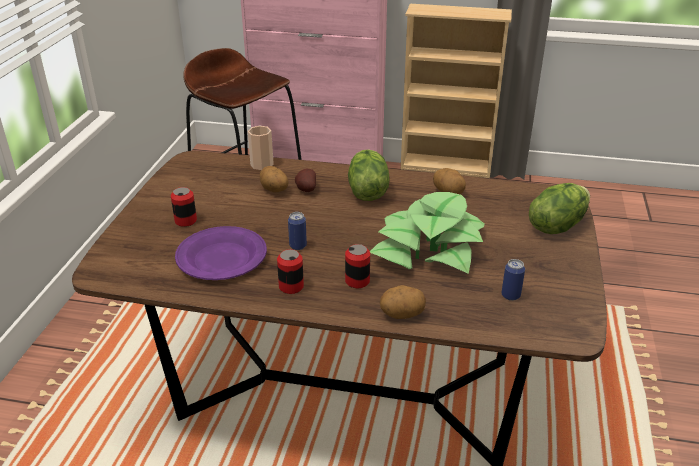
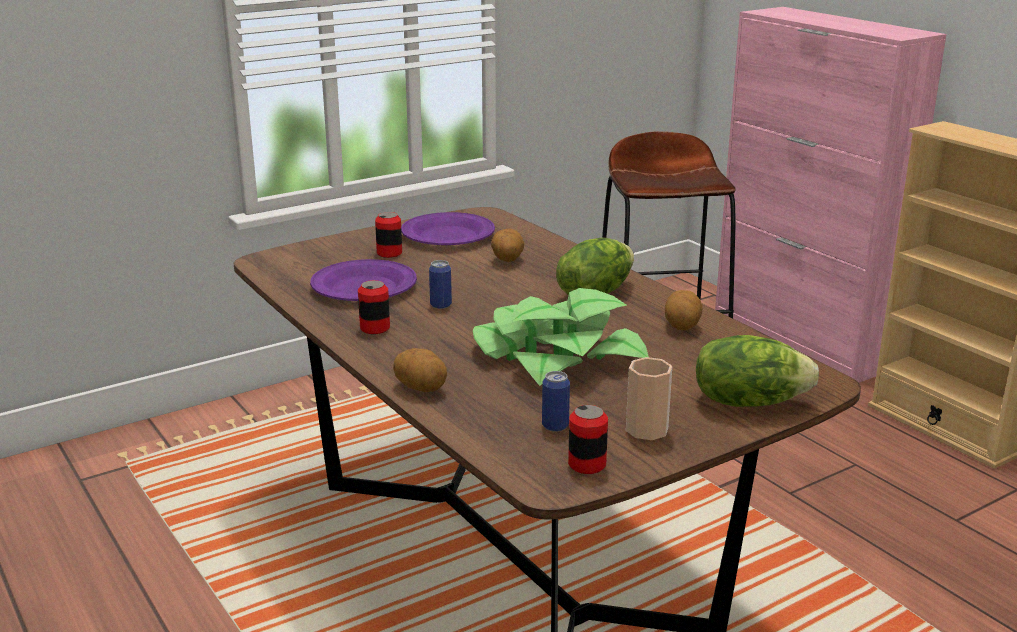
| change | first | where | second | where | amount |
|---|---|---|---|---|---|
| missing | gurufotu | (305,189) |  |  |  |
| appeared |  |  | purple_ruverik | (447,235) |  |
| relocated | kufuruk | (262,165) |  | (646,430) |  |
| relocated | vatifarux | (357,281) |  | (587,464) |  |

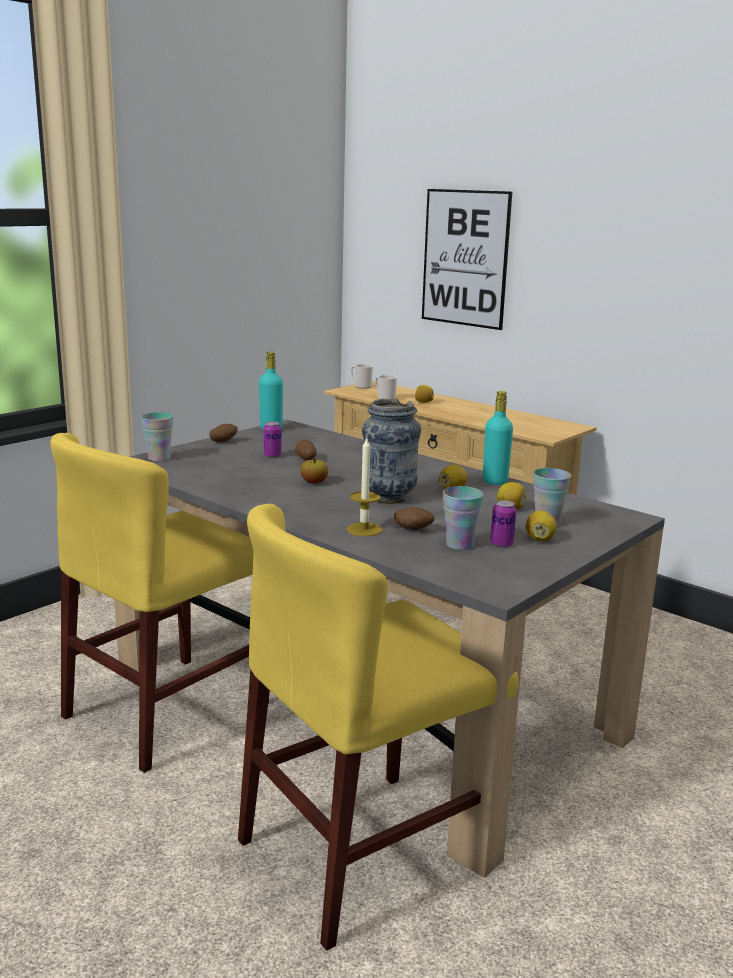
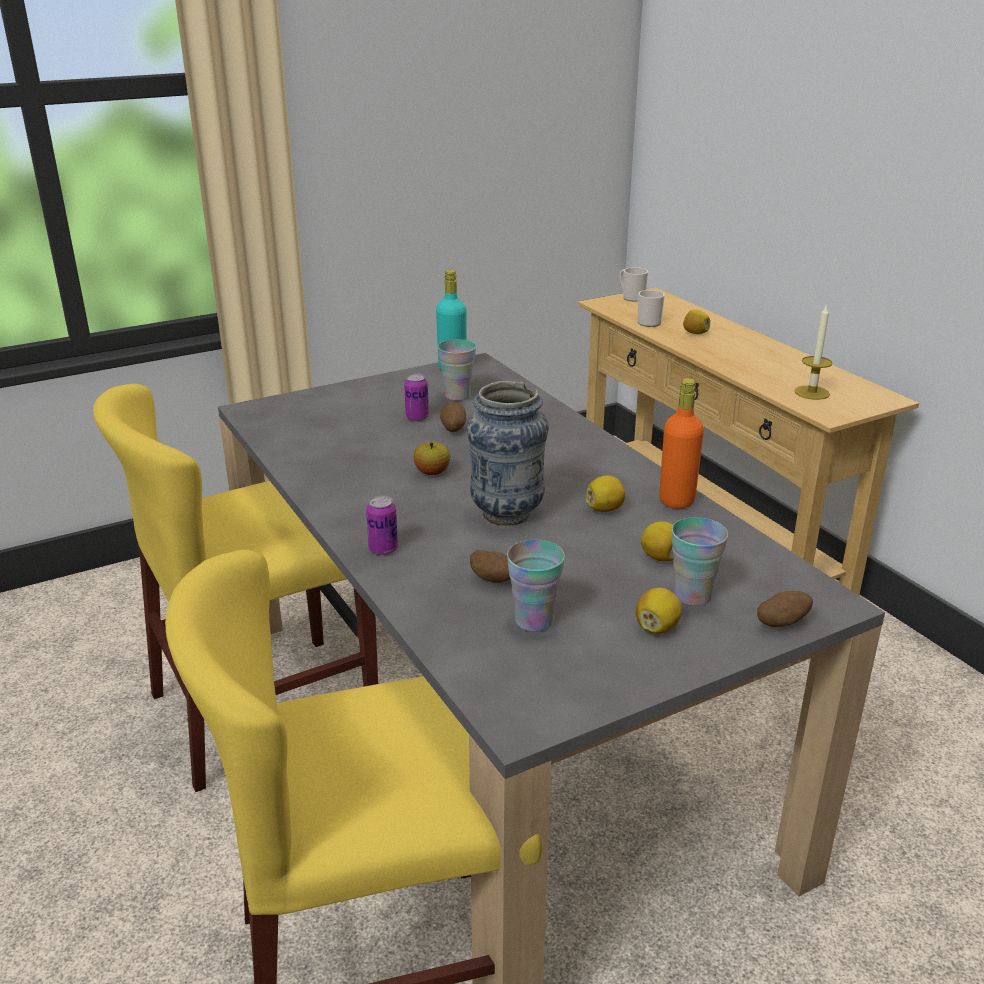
| change | first | where | second | where | amount |
|---|---|---|---|---|---|
| missing | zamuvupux | (465,258) |  |  |  |
| relocated | kufuruk | (159,458) |  | (457,395) |  |
| relocated | gurufotu | (223,442) |  | (781,623) |  |
| relocated | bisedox | (364,529) |  | (812,392) |  |
| relocated | vatifarux | (501,544) |  | (383,549) |  |
| colour | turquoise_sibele | (495,481) | orange_sibele | (676,501) |  |

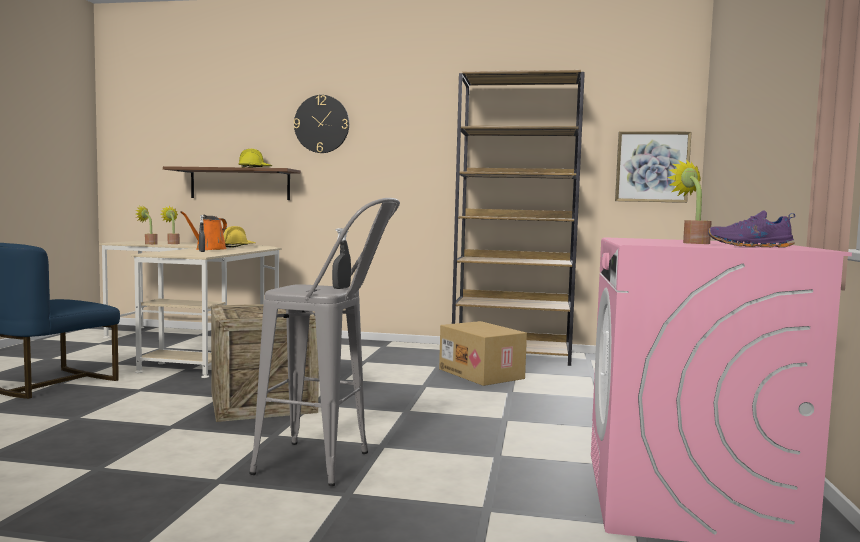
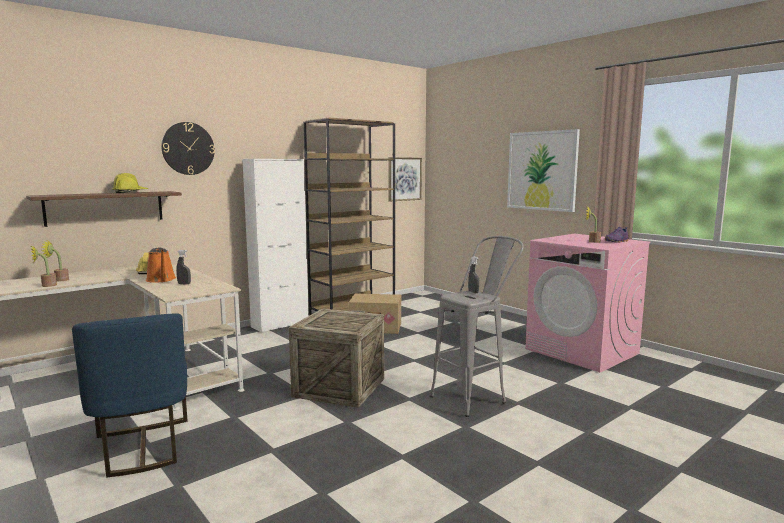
| change | first | where | second | where | amount |
|---|---|---|---|---|---|
| appeared |  |  | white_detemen | (280,324) |  |
| appeared |  |  | zamuvupux | (542,170) |  |

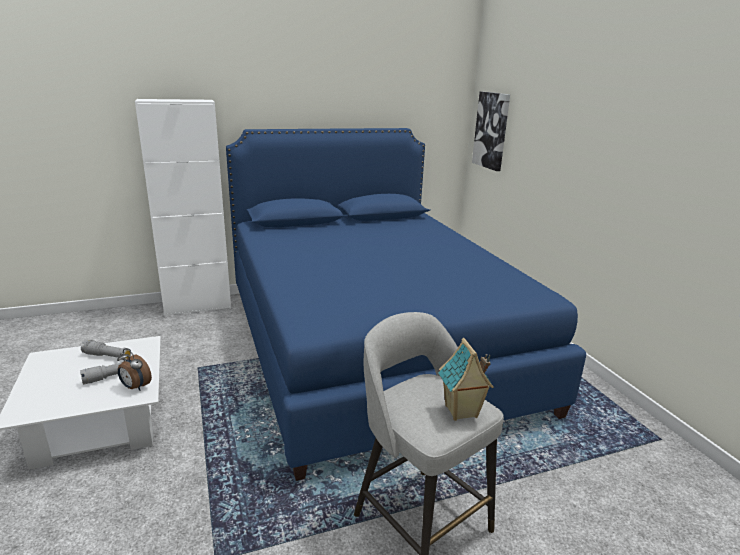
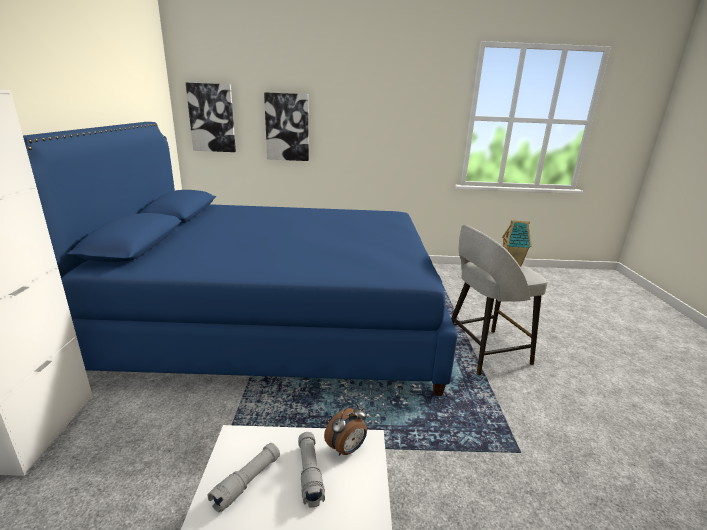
| change | first | where | second | where | amount |
|---|---|---|---|---|---|
| appeared |  |  | zamuvupux | (287,127) |  |

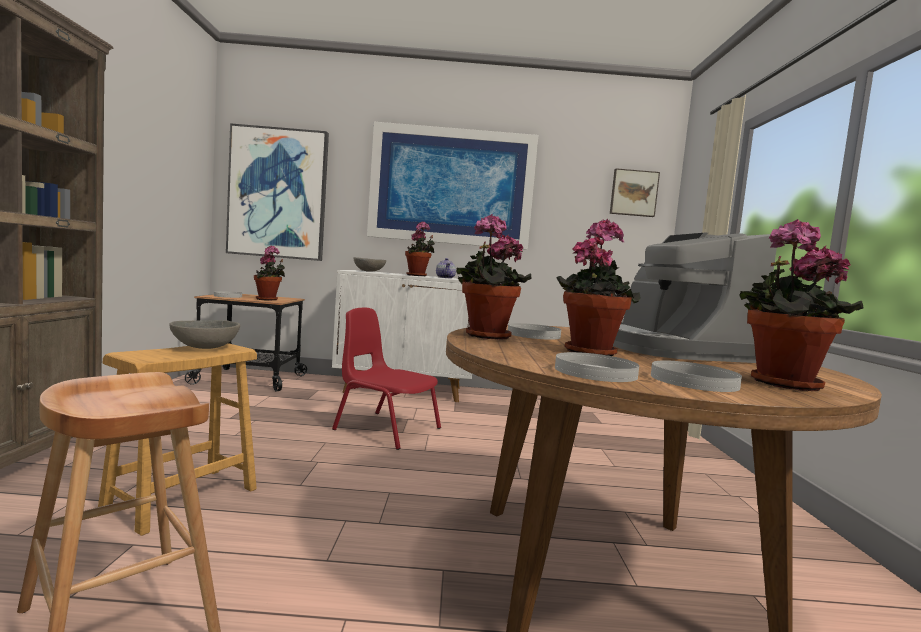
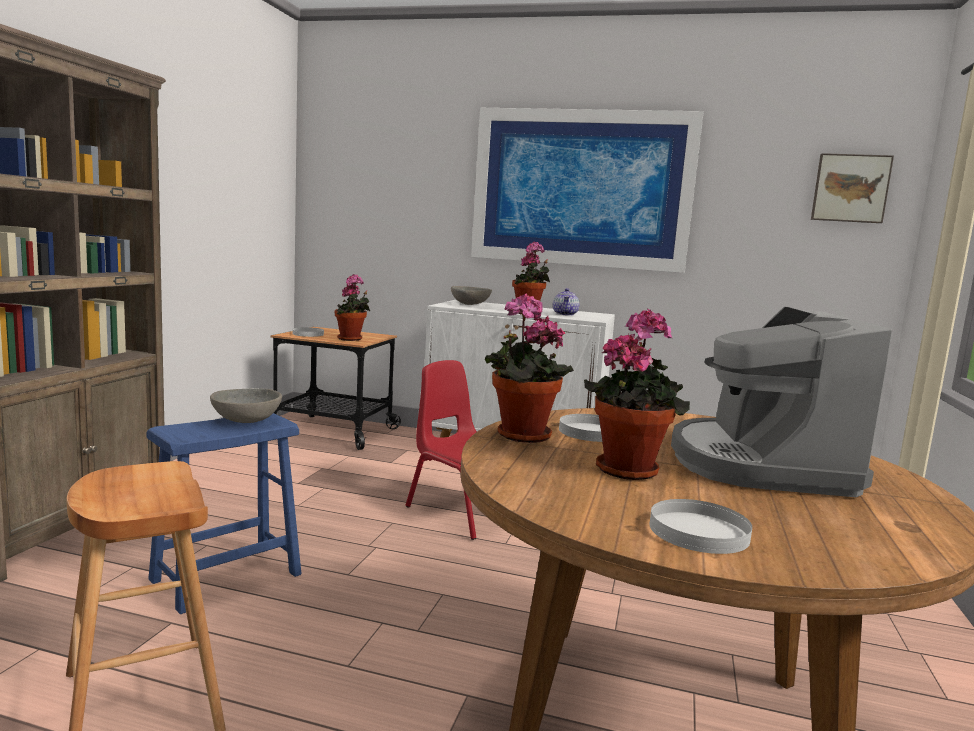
| change | first | where | second | where | amount |
|---|---|---|---|---|---|
| missing | zamuvupux | (278,194) |  |  |  |
| missing | white_ruverik | (595,372) |  |  |  |
| missing | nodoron | (779,384) |  |  |  |
| colour | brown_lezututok | (181,498) | blue_lezututok | (226,577) |  |

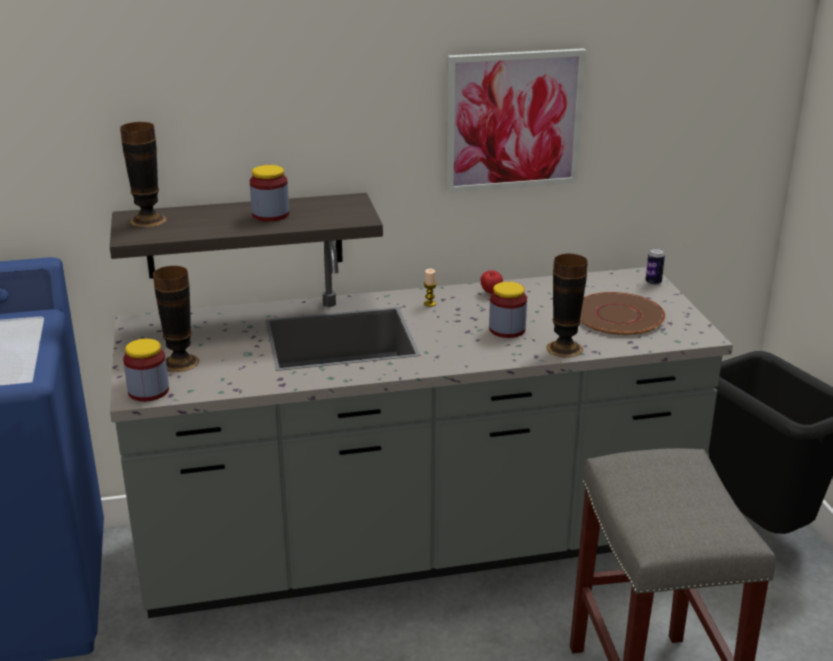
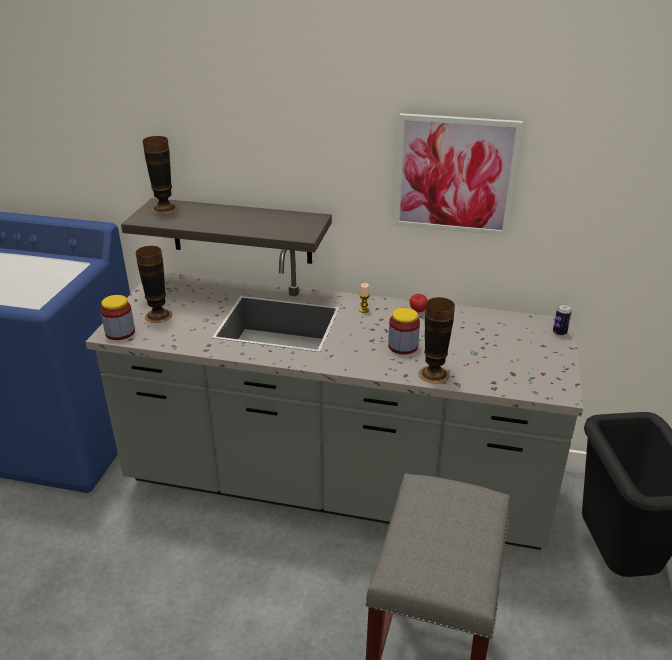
| change | first | where | second | where | amount |
|---|---|---|---|---|---|
| missing | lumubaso | (270,215) |  |  |  |
| missing | brown_ruverik | (617,316) |  |  |  |

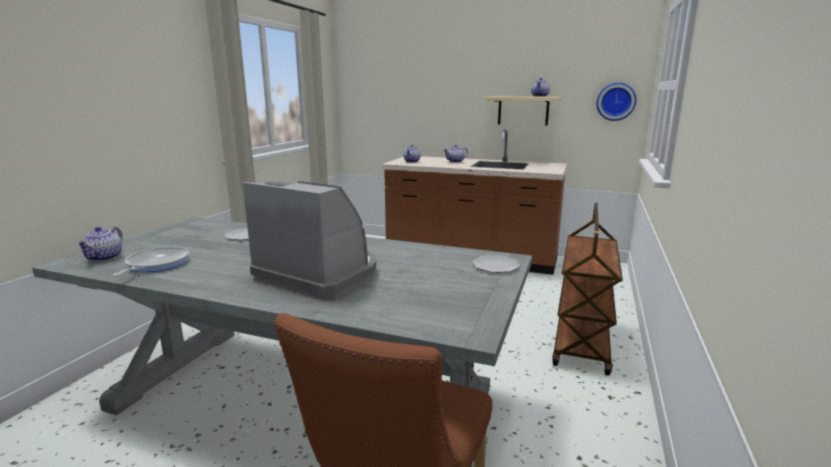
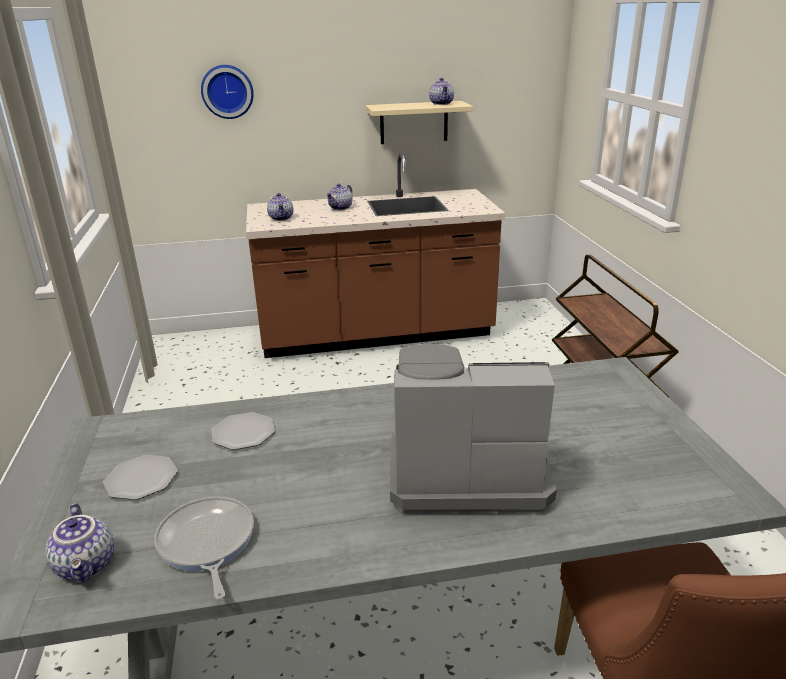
| change | first | where | second | where | amount |
|---|---|---|---|---|---|
| relocated | ruverik | (496,266) |  | (142,479) |  |
| relocated | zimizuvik | (615,101) |  | (227,91) |  |

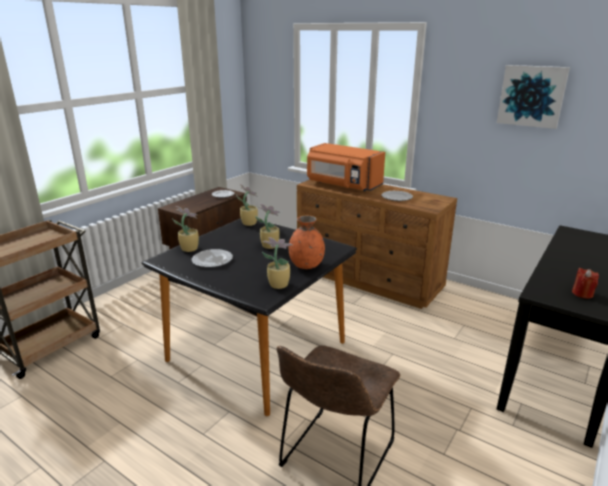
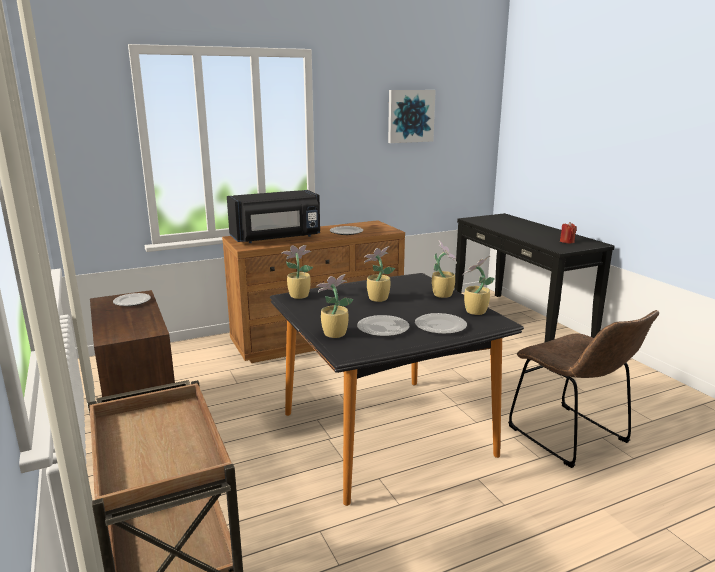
| change | first | where | second | where | amount |
|---|---|---|---|---|---|
| appeared |  |  | ruverik | (440,326) |  |
| exchanged | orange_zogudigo | (306,265) | nodoron | (443,294) |  |
| colour | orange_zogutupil | (342,185) | black_zogutupil | (277,238) |  |

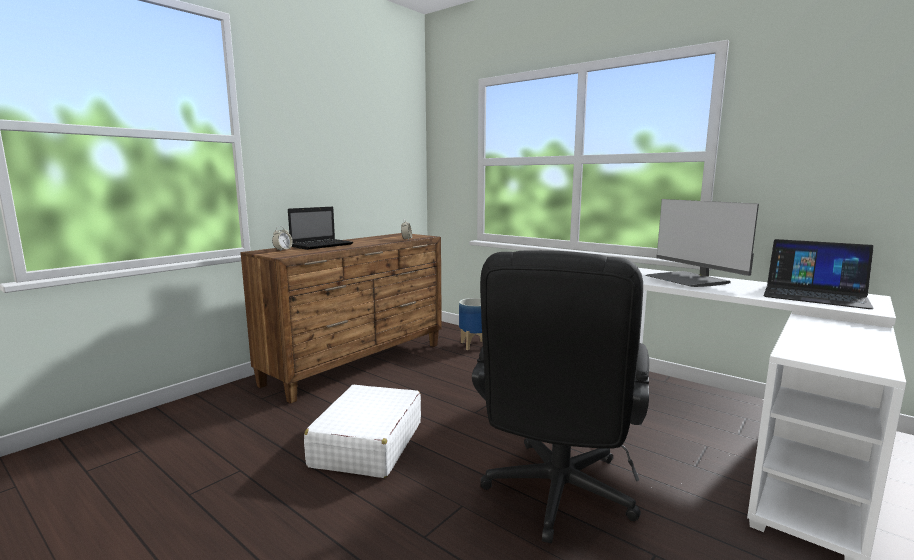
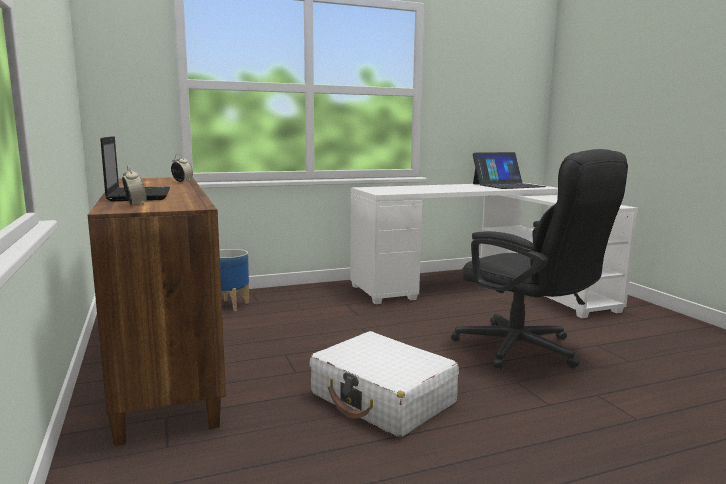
| change | first | where | second | where | amount |
|---|---|---|---|---|---|
| missing | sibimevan | (688,280) |  |  |  |

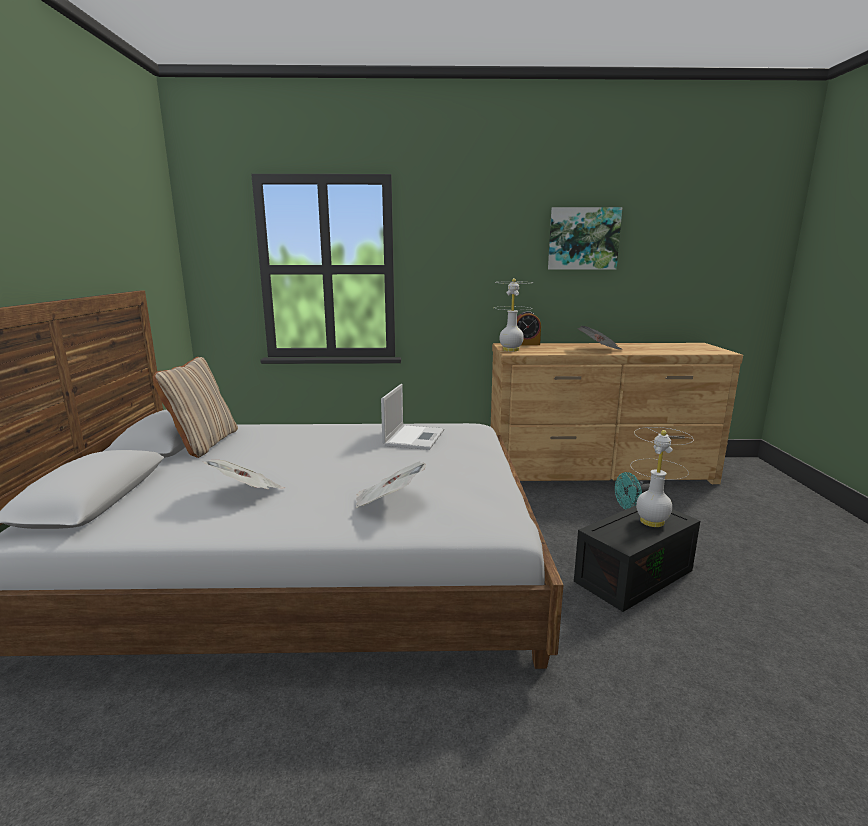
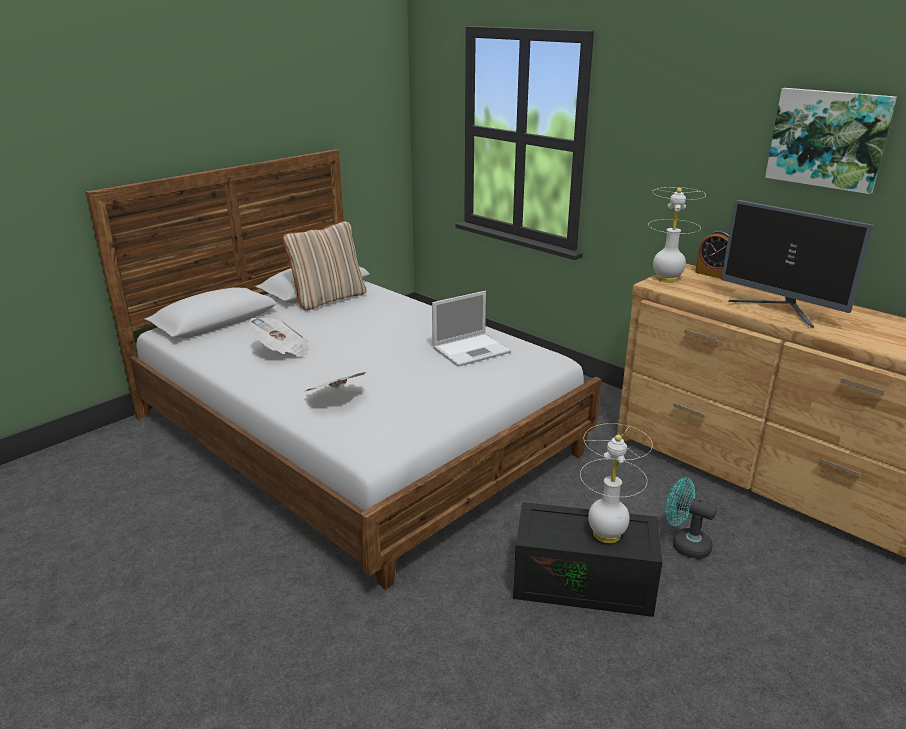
| change | first | where | second | where | amount |
|---|---|---|---|---|---|
| exchanged | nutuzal | (599,350) | sibimevan | (780,310) |  |

